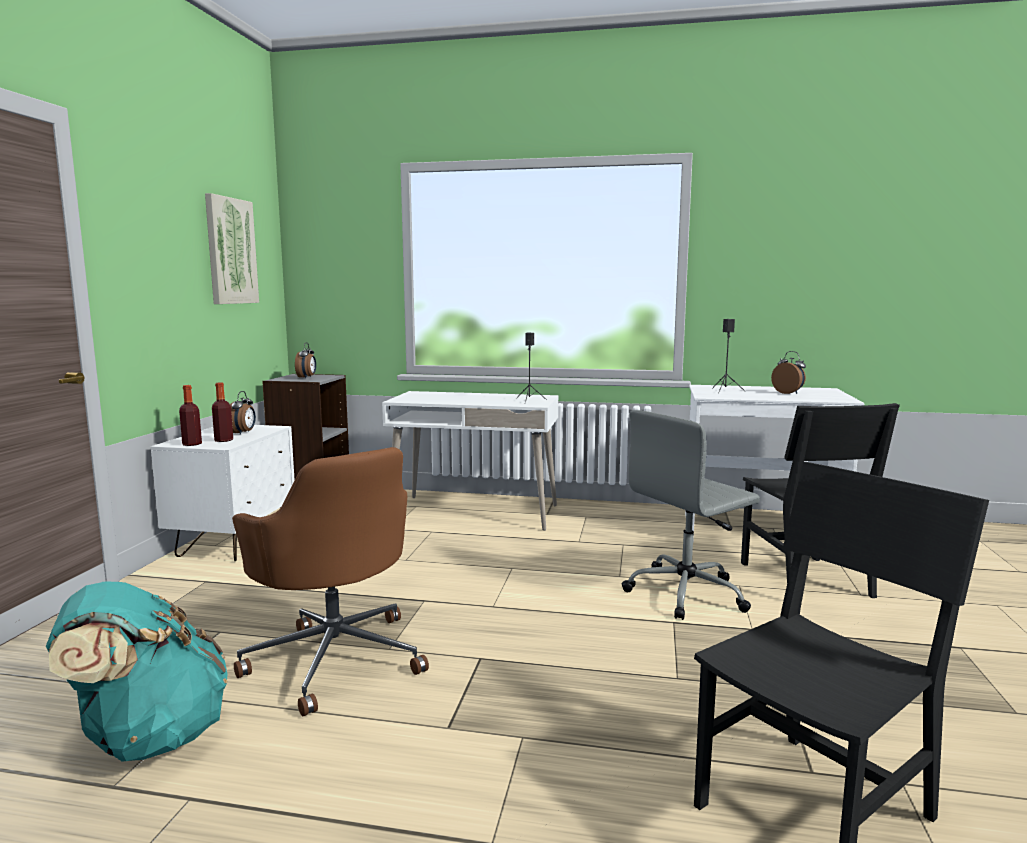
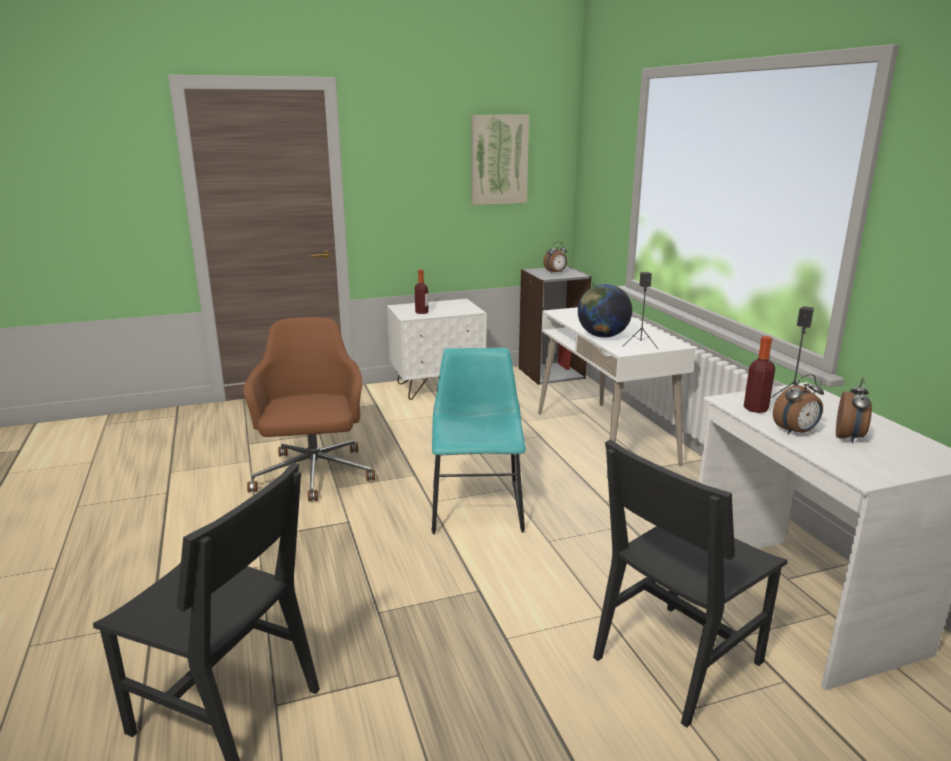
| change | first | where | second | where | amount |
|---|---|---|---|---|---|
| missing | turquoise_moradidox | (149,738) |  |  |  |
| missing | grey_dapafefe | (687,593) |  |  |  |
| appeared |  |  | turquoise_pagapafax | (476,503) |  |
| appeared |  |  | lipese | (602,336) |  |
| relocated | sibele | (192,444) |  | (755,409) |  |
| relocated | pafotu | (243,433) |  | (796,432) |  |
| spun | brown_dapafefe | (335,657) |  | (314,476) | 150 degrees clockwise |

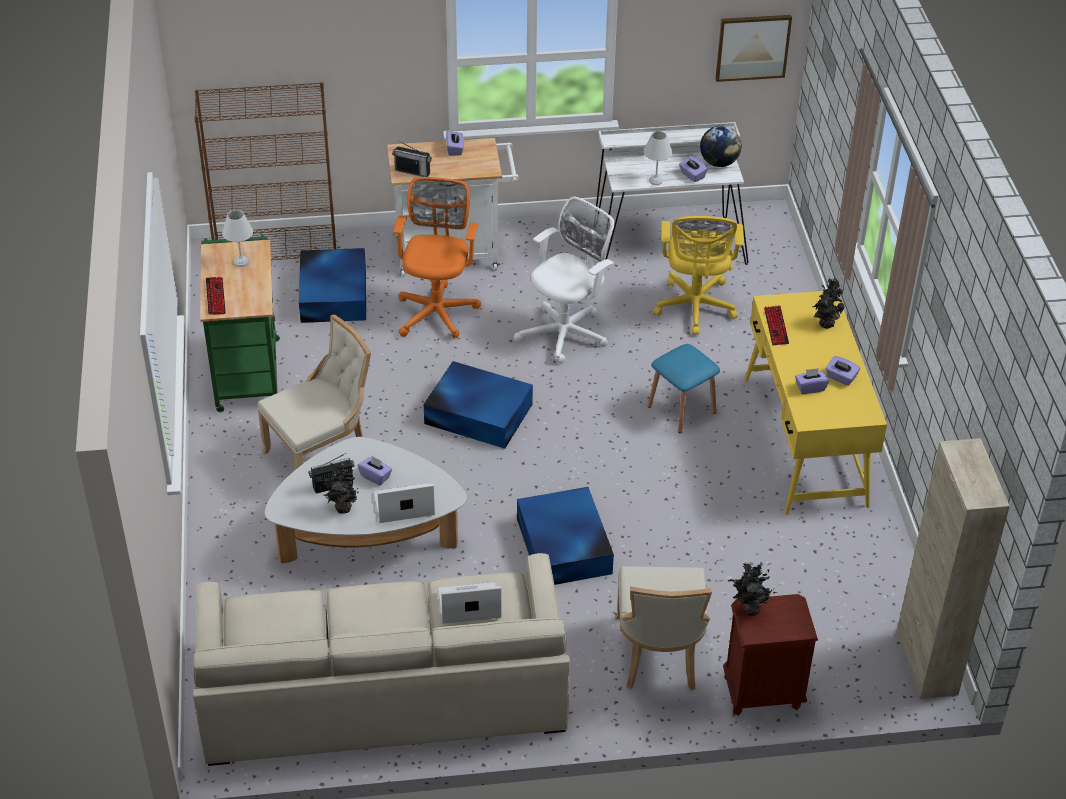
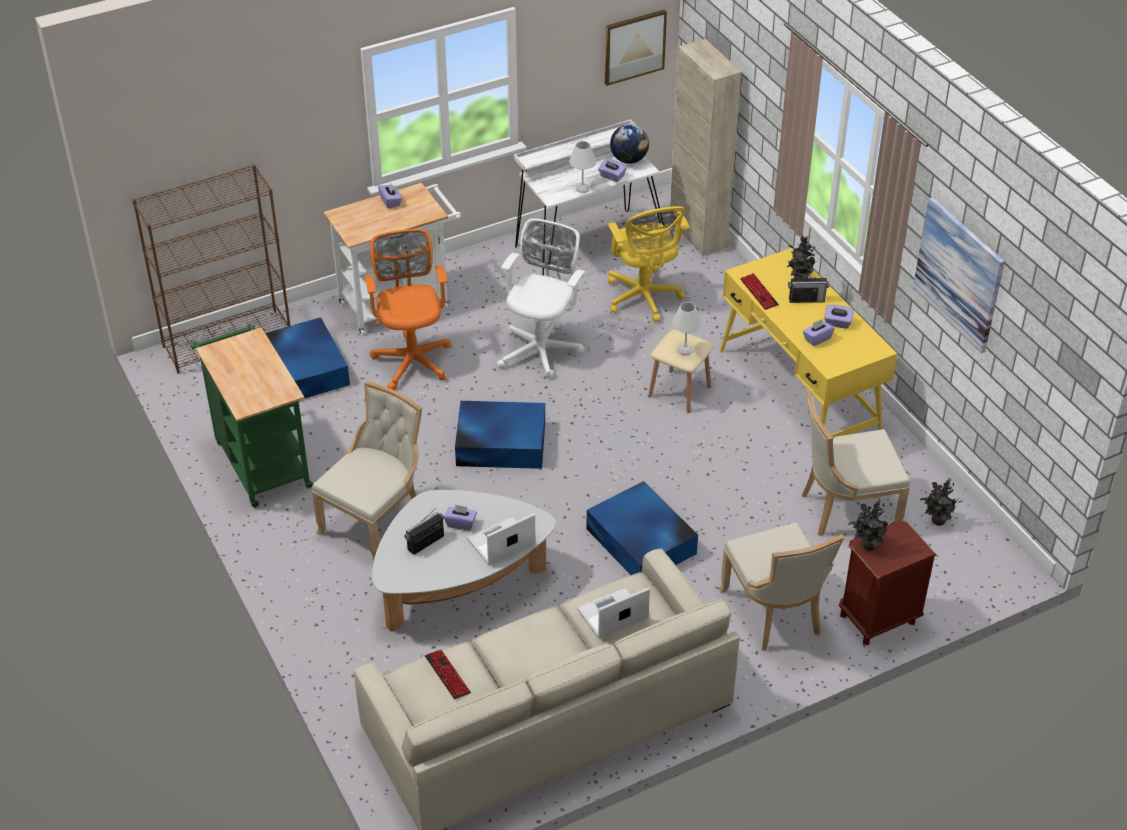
| change | first | where | second | where | amount |
|---|---|---|---|---|---|
| appeared |  |  | beige_pagapafax | (845,509) |  |
| appeared |  |  | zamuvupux | (959,274) |  |
| relocated | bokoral | (215,296) |  | (447,675) |  |
| relocated | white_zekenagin | (241,261) |  | (684,350) |  |
| relocated | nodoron | (341,508) |  | (937,521) |  |
| relocated | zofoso | (412,171) |  | (806,299) |  |
| relocated | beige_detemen | (926,662) |  | (698,234) |  |
| colour | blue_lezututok | (681,409) | beige_lezututok | (679,391) |  |

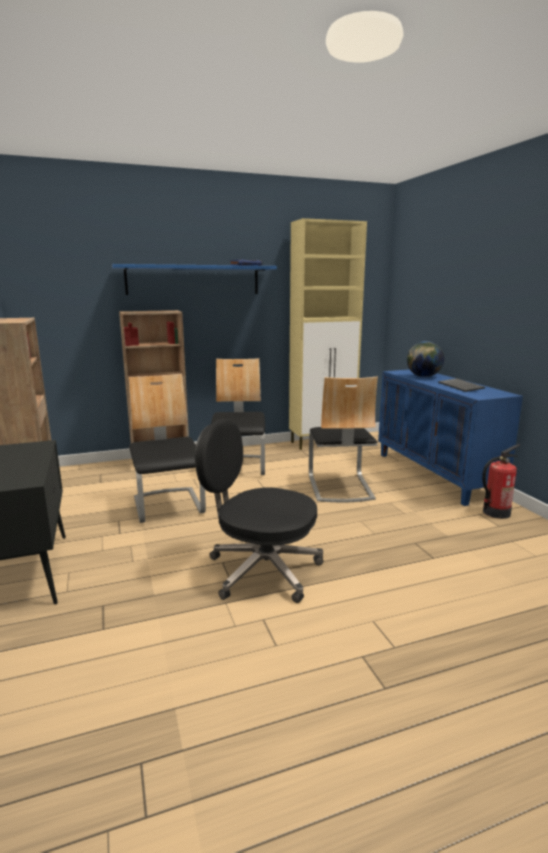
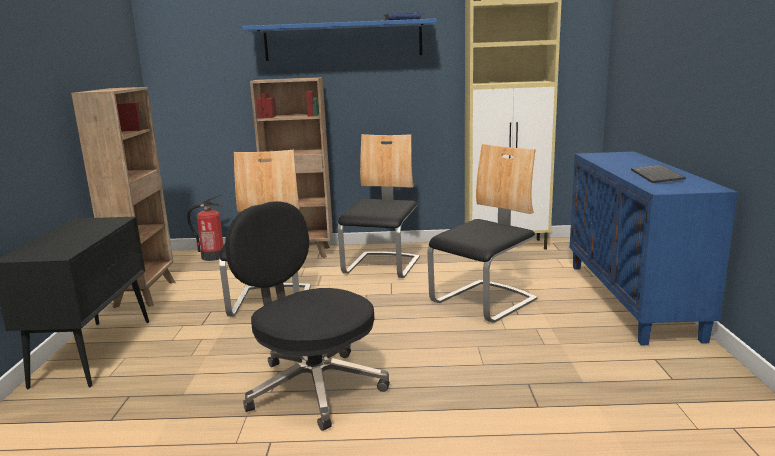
| change | first | where | second | where | amount |
|---|---|---|---|---|---|
| missing | lipese | (423,376) |  |  |  |
| relocated | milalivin | (495,512) |  | (213,256) |  |
| spun | pagapafax | (339,487) |  | (484,301) | 150 degrees counterclockwise |

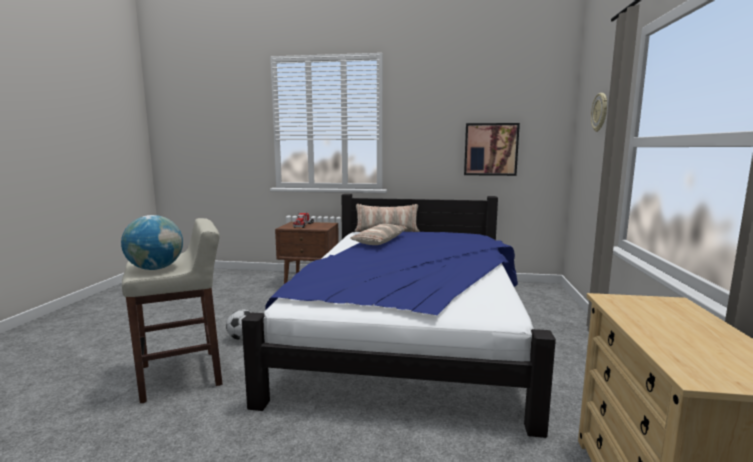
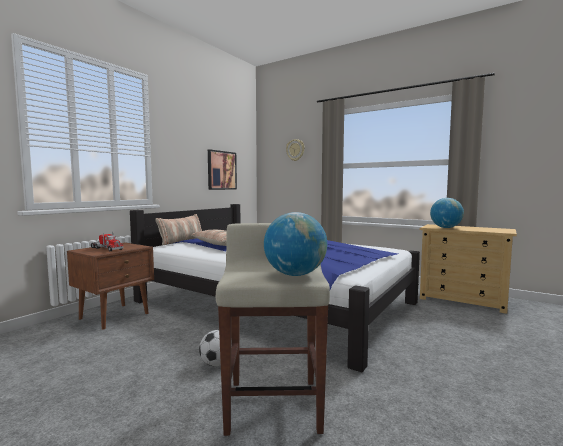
| change | first | where | second | where | amount |
|---|---|---|---|---|---|
| appeared |  |  | lipese | (445,227) |  |

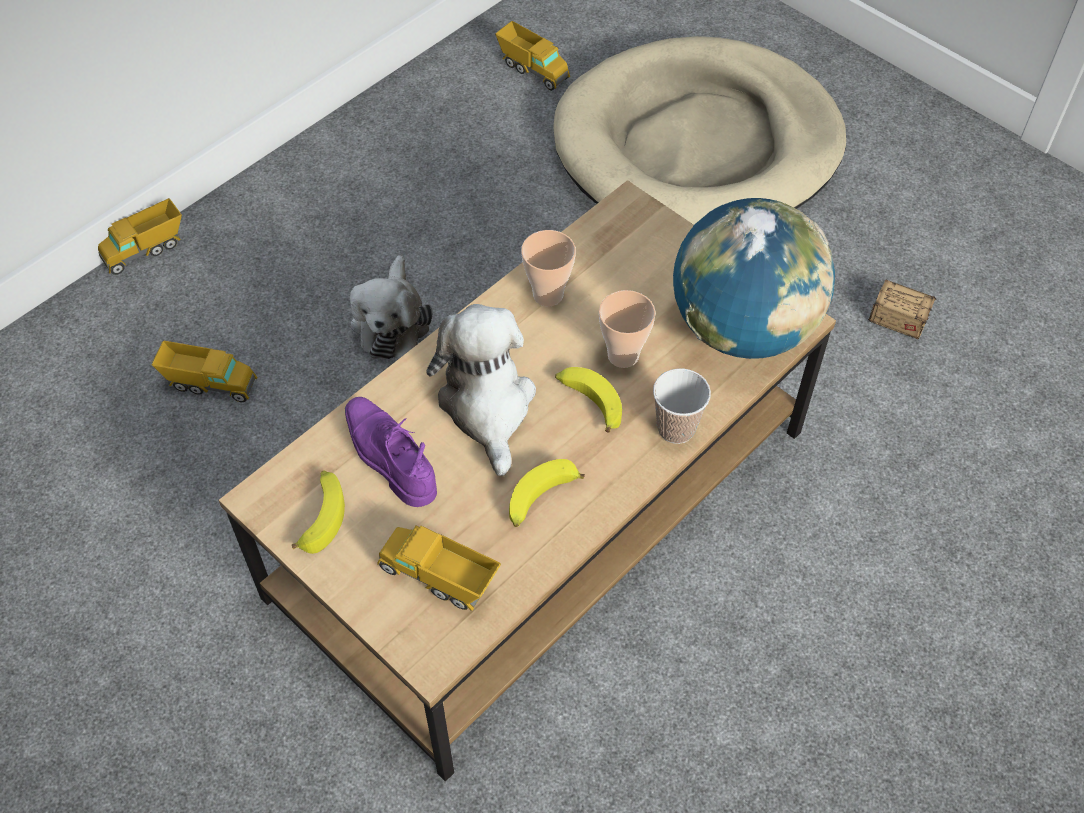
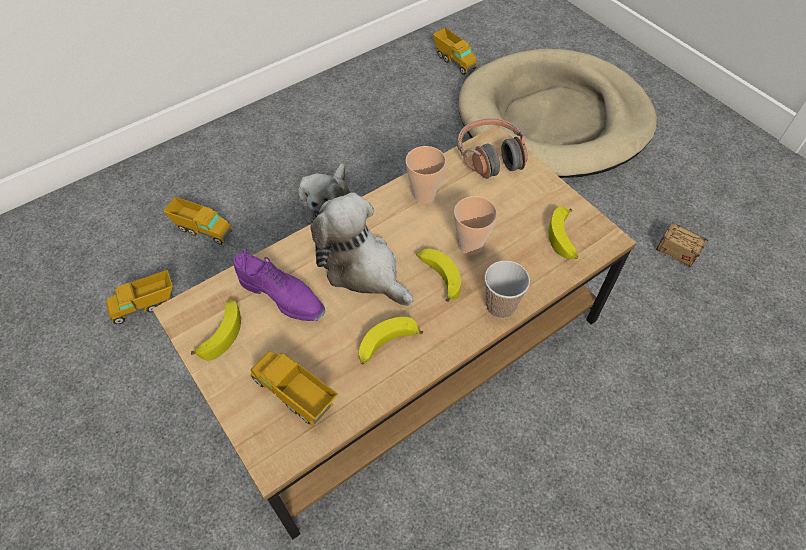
| change | first | where | second | where | amount |
|---|---|---|---|---|---|
| appeared |  |  | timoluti | (491,156) |  |
| relocated | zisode | (145,250) |  | (145,306) |  |
| exchanged | lipese | (742,328) | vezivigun | (564,239) |  |
| spun | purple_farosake | (389,457) |  | (282,296) | 150 degrees clockwise |
| spun | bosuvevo | (487,405) |  | (362,268) | 45 degrees counterclockwise |

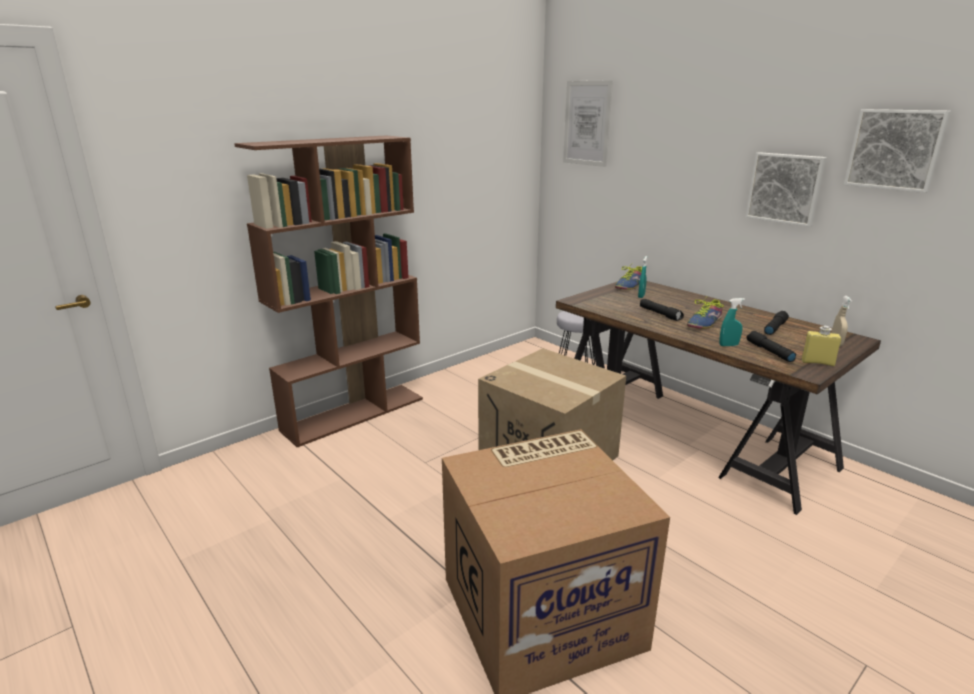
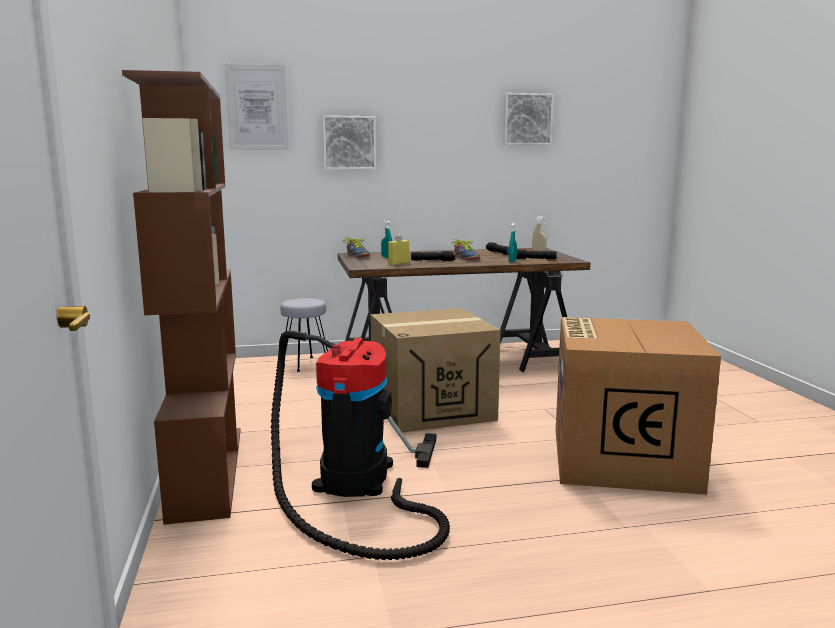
| change | first | where | second | where | amount |
|---|---|---|---|---|---|
| appeared |  |  | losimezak | (354,483) |  |
| relocated | zamuvupux | (785,188) |  | (349,142) |  |
| relocated | yellow_sibele | (817,362) |  | (398,264) |  |

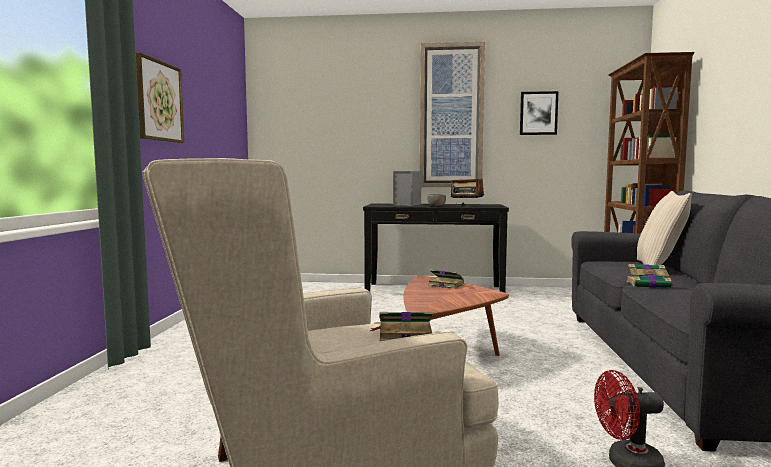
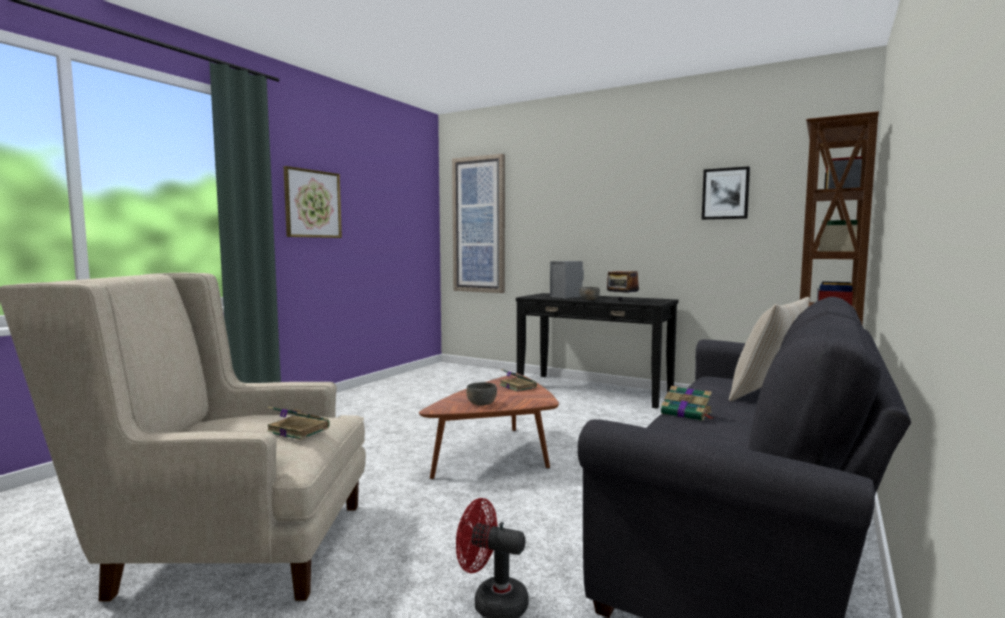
| change | first | where | second | where | amount |
|---|---|---|---|---|---|
| appeared |  |  | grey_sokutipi | (481,403) |  |
| relocated | zamuvupux | (451,116) |  | (479,225) |  |

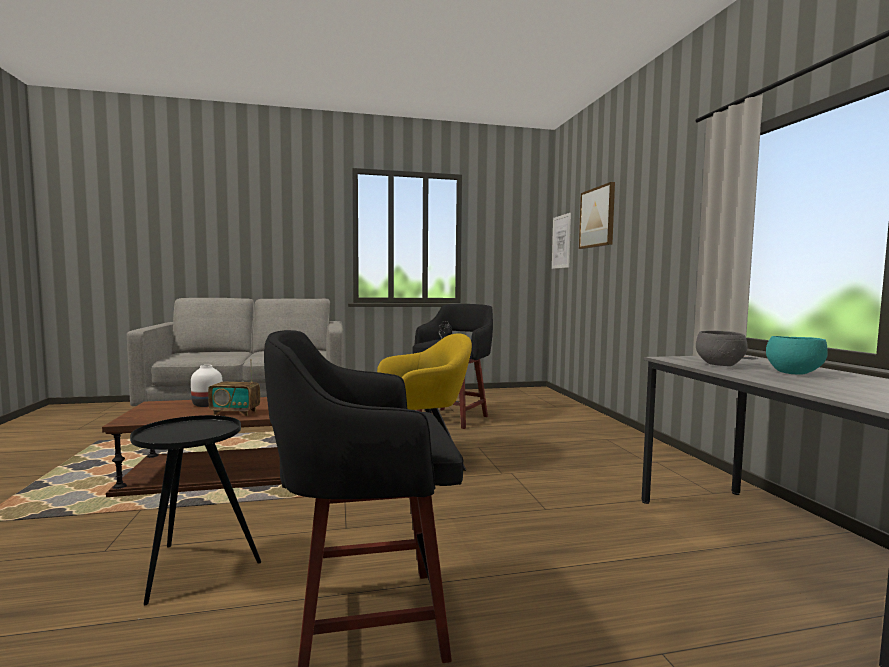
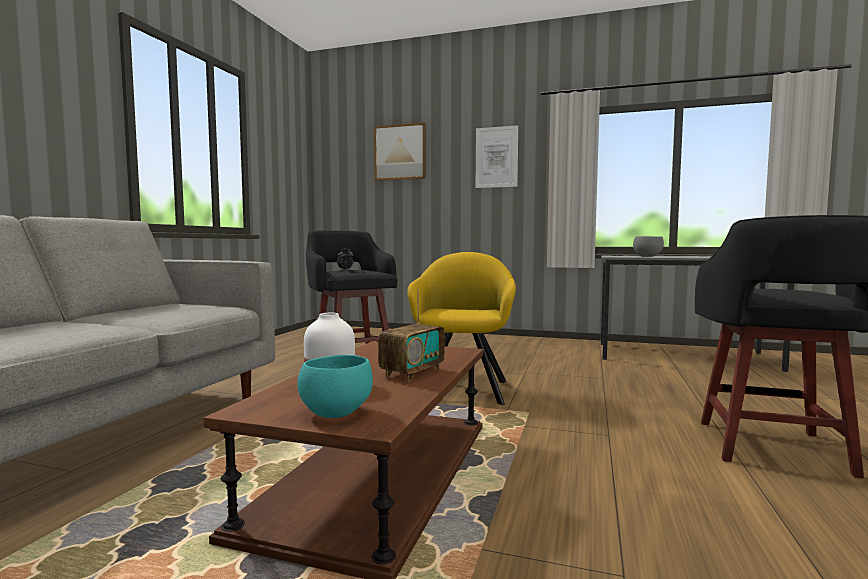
| change | first | where | second | where | amount |
|---|---|---|---|---|---|
| missing | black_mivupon | (194,566) |  |  |  |
| relocated | zamuvupux | (561,241) |  | (496,157) |  |
| relocated | turquoise_sokutipi | (793,373) |  | (334,413) |  |

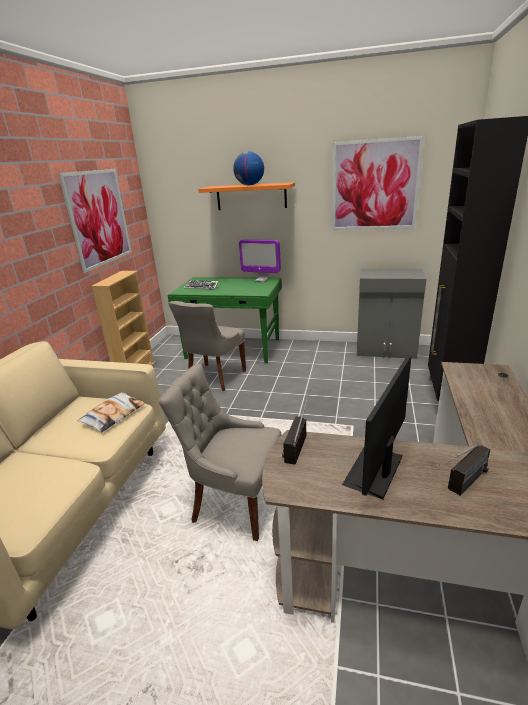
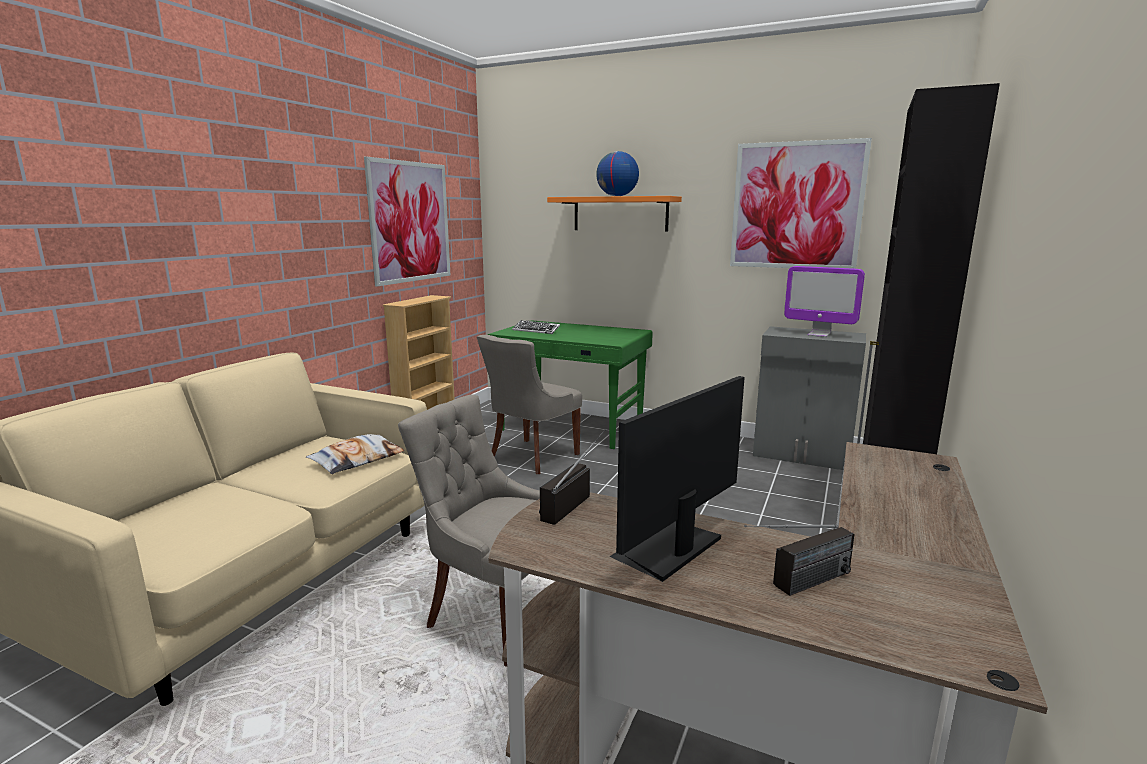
| change | first | where | second | where | amount |
|---|---|---|---|---|---|
| relocated | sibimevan | (261,279) |  | (819,334) |  |

